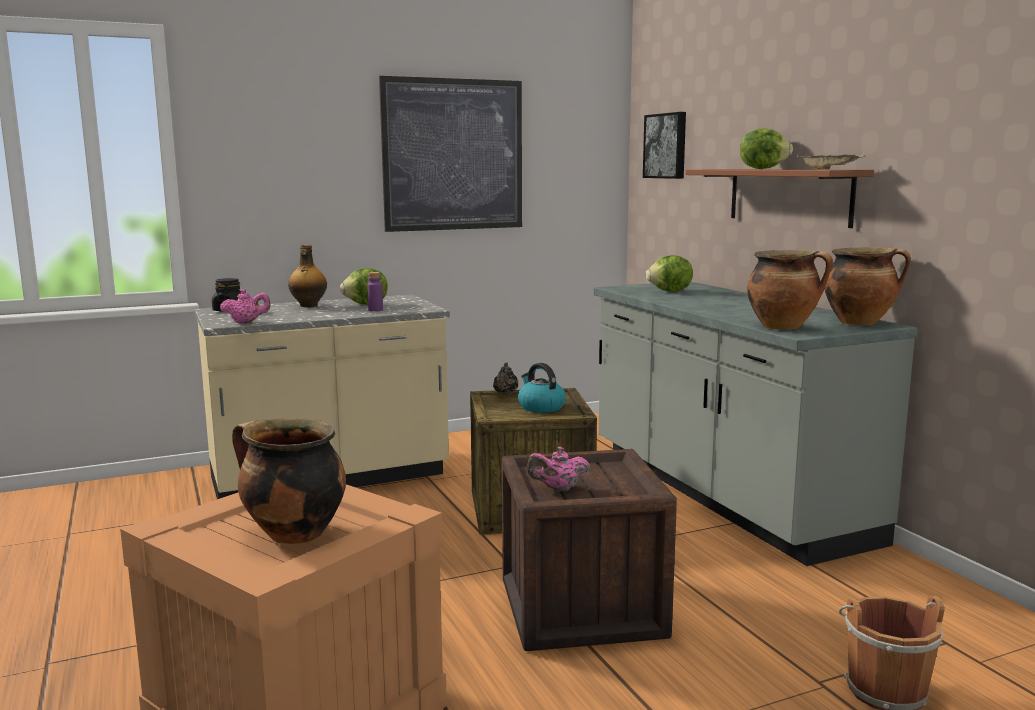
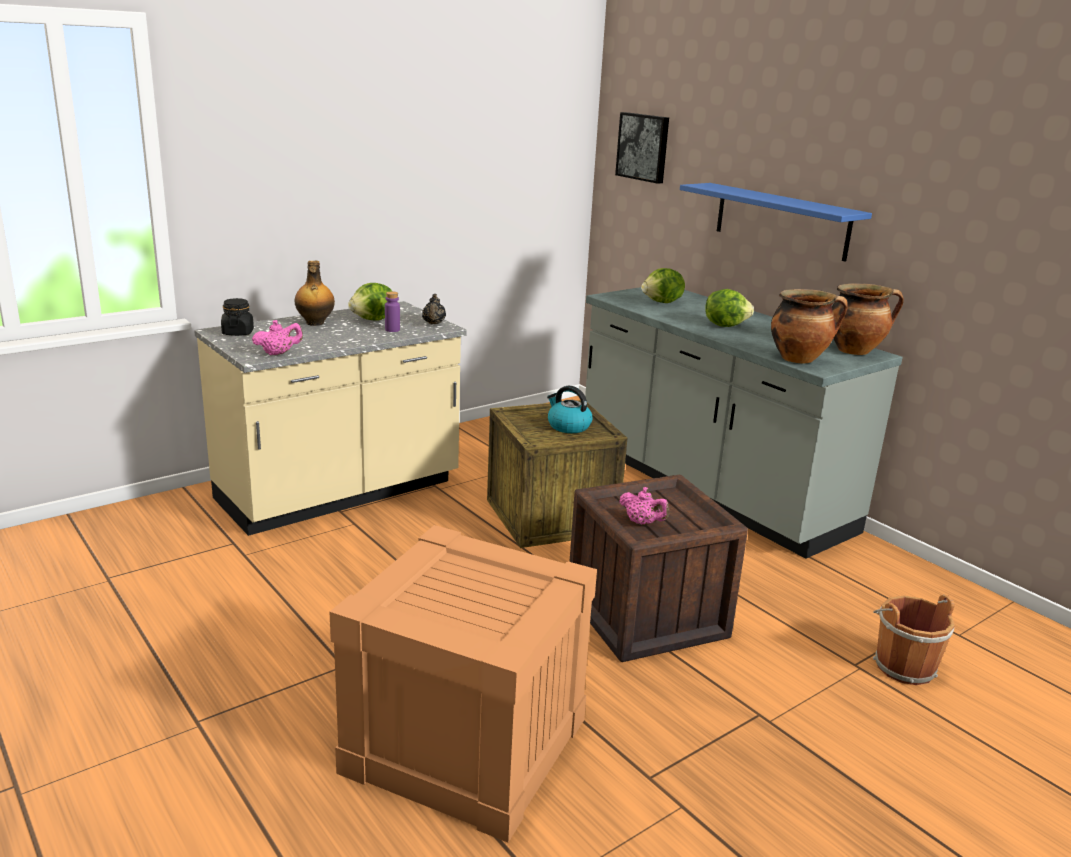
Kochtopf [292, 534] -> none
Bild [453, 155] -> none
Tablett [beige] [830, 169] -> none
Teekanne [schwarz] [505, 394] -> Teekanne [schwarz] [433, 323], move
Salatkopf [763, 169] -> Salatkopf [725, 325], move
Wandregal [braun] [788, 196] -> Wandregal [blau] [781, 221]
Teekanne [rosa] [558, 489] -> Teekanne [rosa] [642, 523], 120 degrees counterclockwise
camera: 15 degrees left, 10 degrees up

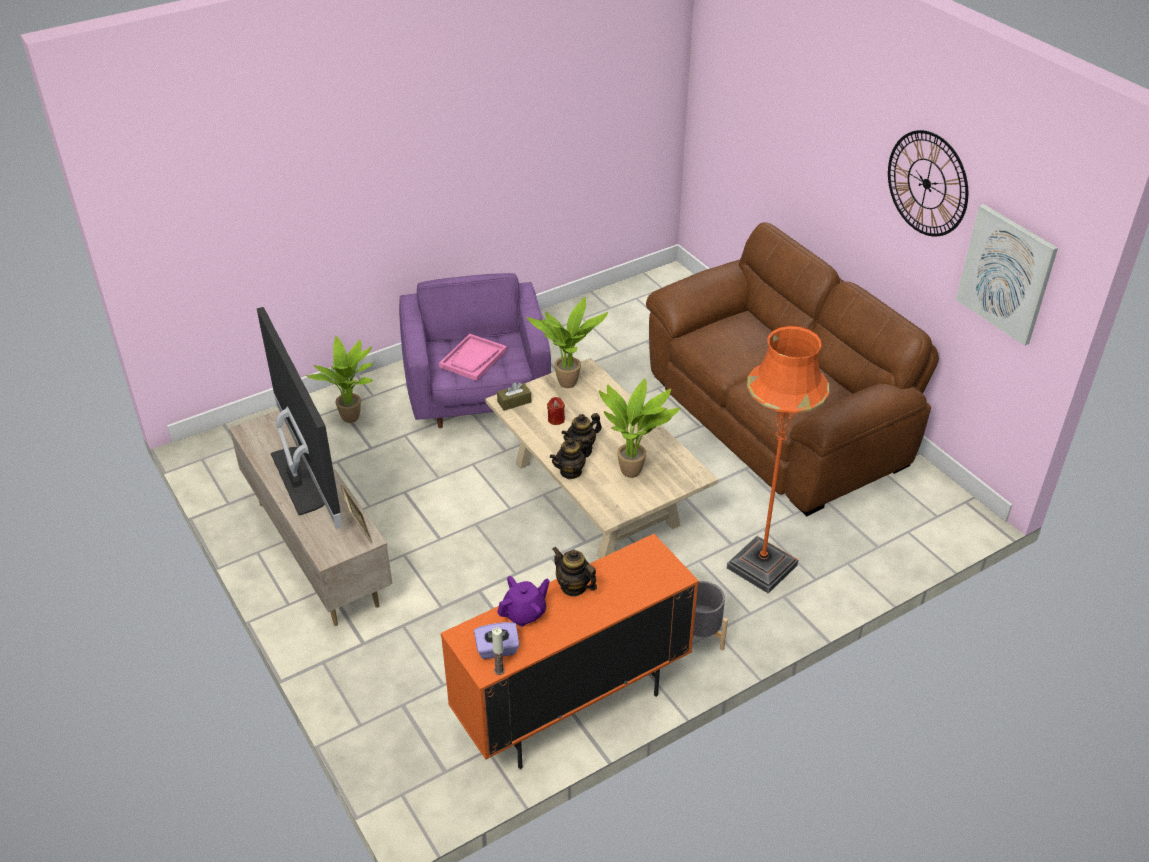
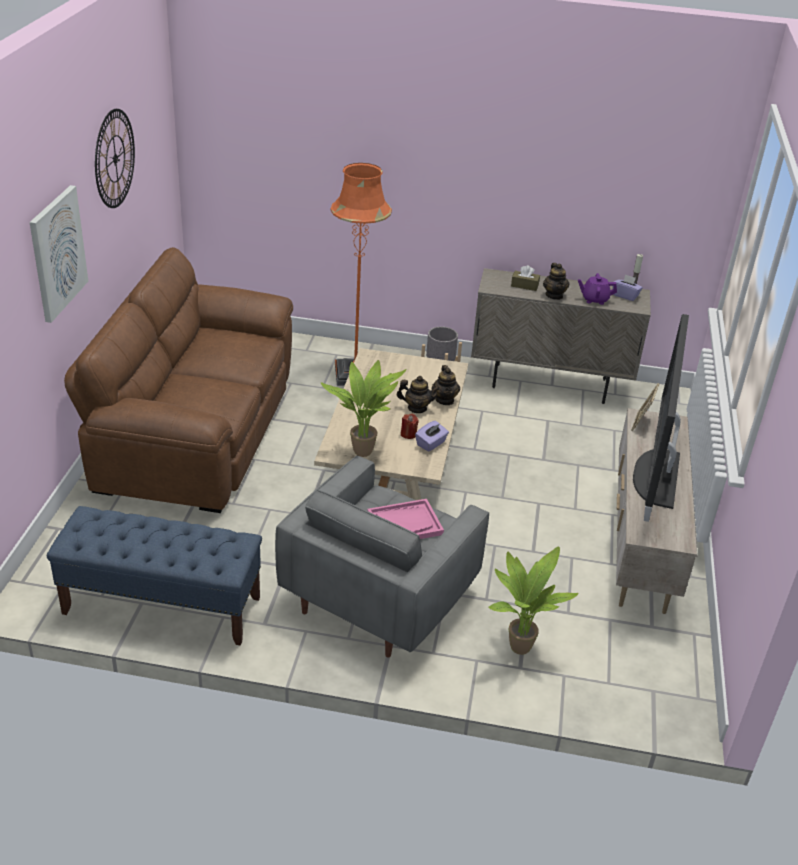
Topfpflanze [634, 471] -> none
none -> Bank [blau] [161, 605]
none -> Taschentuchbox [lila] [431, 444]
Taschentuchbox [braun] [514, 402] -> Taschentuchbox [braun] [524, 285], move
Bild [1006, 274] -> Bild [57, 253], move
Sessel [lila] [478, 395] -> Sessel [grau] [380, 594]
Schrank [orange] [572, 708] -> Schrank [beige] [549, 384]
Teekanne [571, 471] -> Teekanne [445, 400], 75 degrees clockwise
camera: 140 degrees left, 5 degrees down

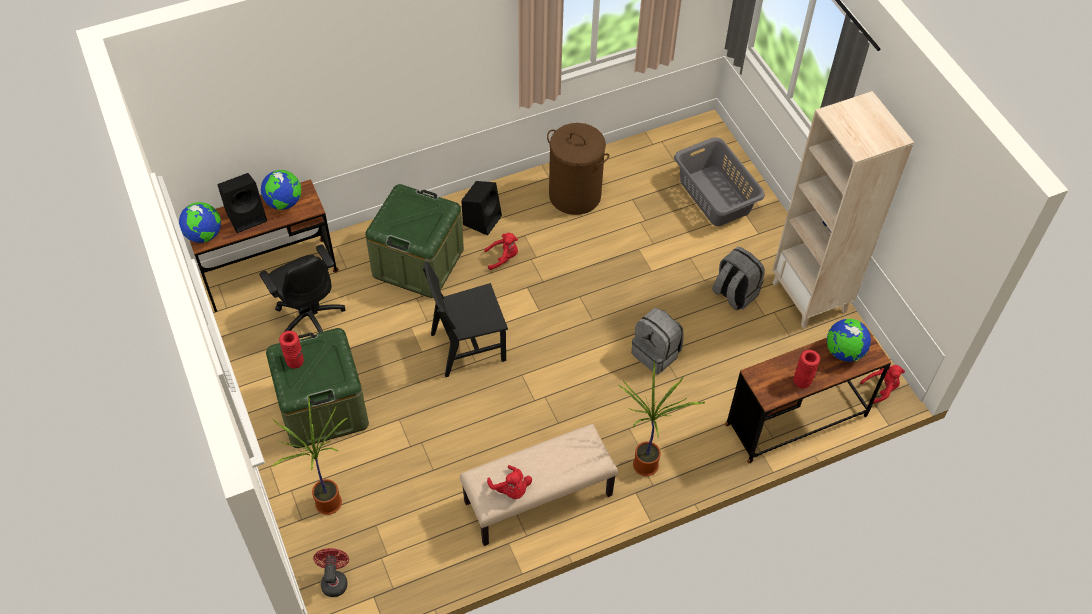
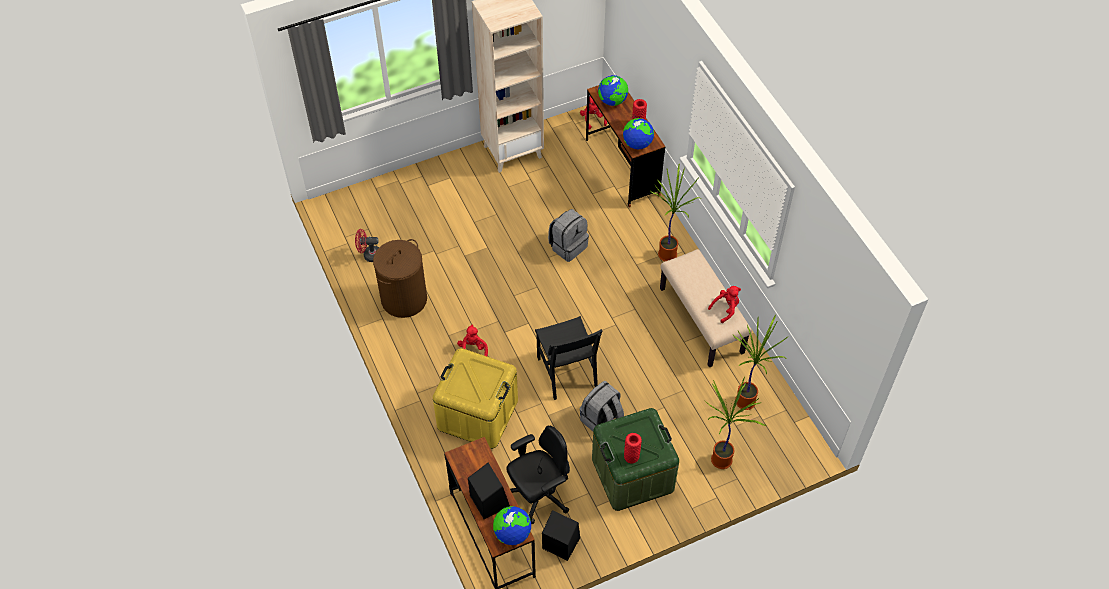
Wäschekorb [grau] [714, 196] -> none
none -> Topfpflanze [746, 401]
Globus [284, 202] -> Globus [637, 144], move
Ventilator [rot] [334, 580] -> Ventilator [rot] [369, 255], move
Lautsprecher [schwarz] [482, 219] -> Lautsprecher [schwarz] [560, 543], move
Rucksack [grau] [734, 294] -> Rucksack [grau] [601, 420], move
Aufbewahrungsbox [grün] [418, 262] -> Aufbewahrungsbox [gelb] [477, 414]
camera: 90 degrees left, 0 degrees up

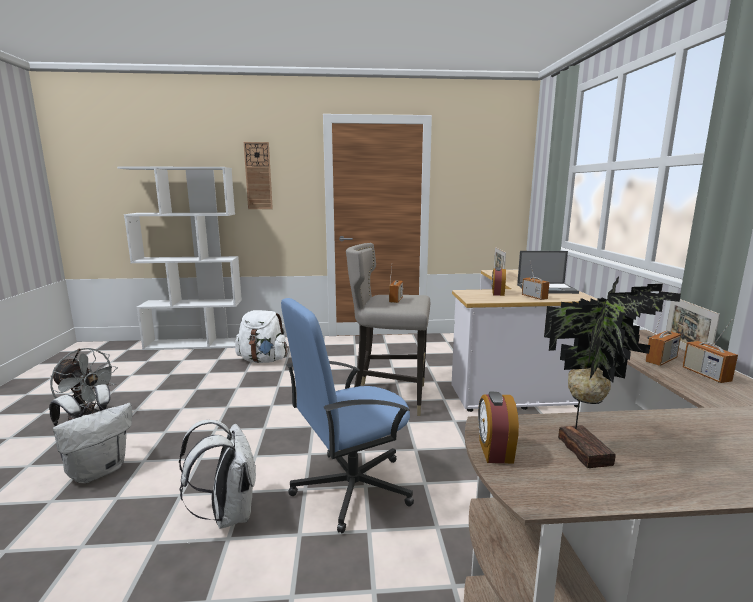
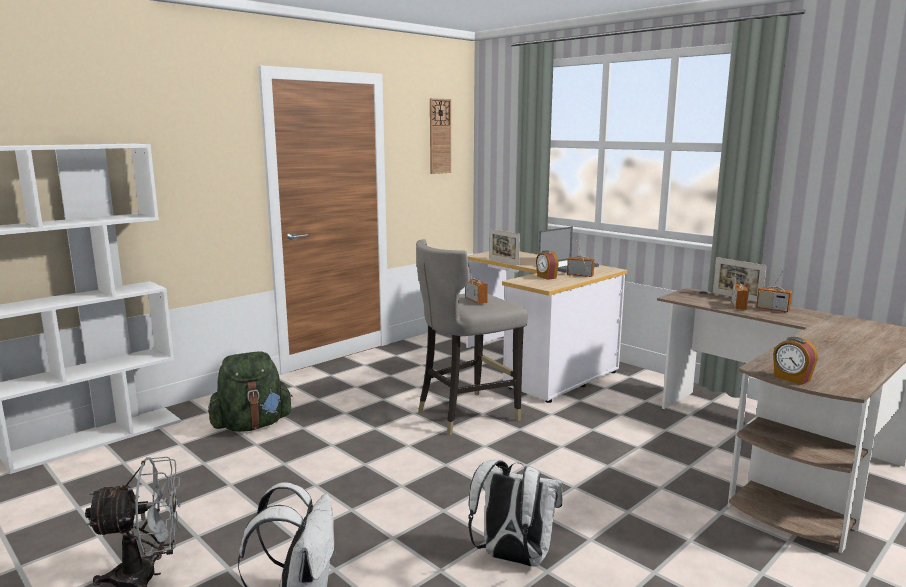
Bürostuhl [blau] [350, 487] -> none
Topfpflanze [587, 450] -> none
Wanduhr [258, 176] -> Wanduhr [439, 136], move
Rucksack [weiß] [263, 360] -> Rucksack [grün] [252, 425]
camera: 40 degrees left, 0 degrees up

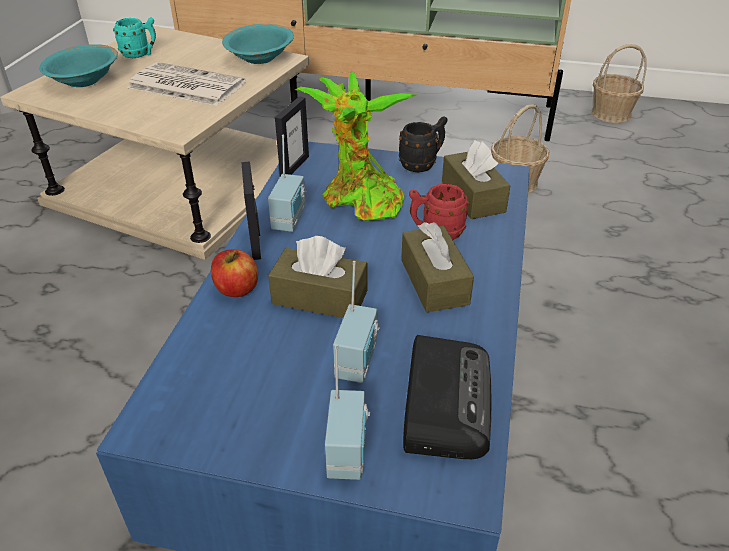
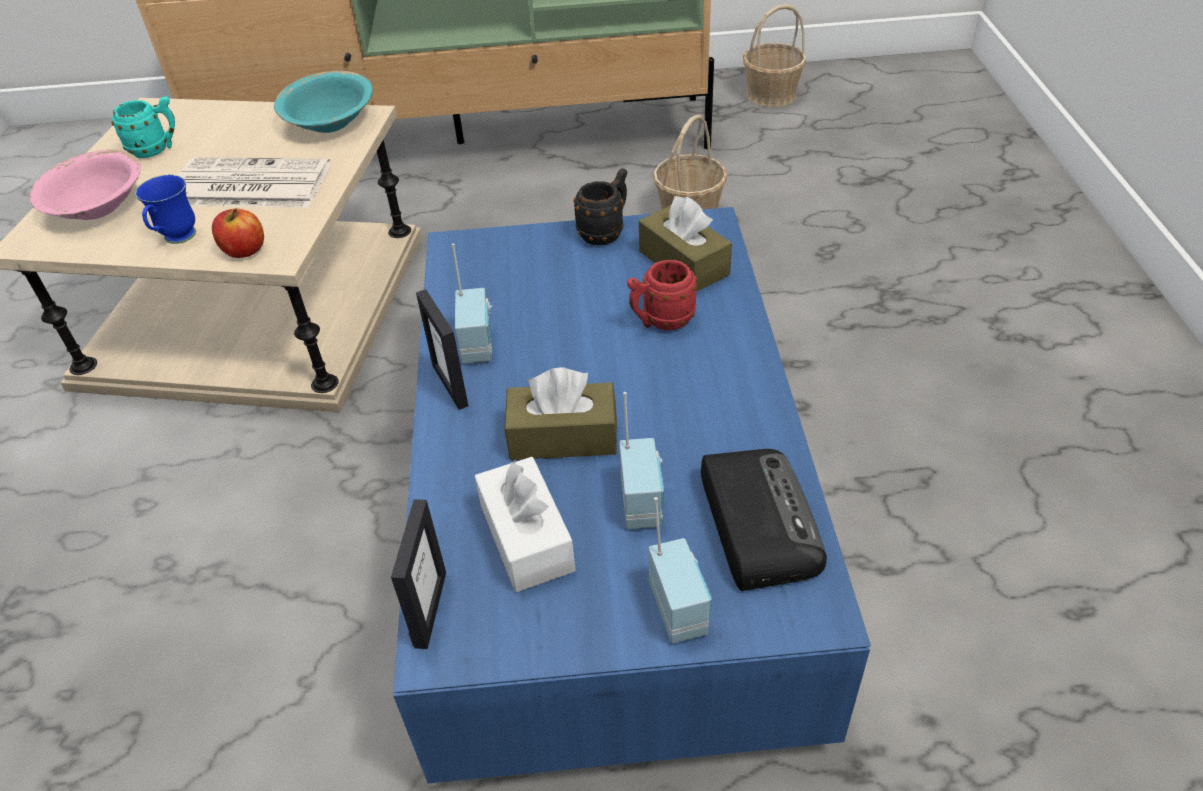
Topfpflanze [359, 201] -> none
Taschentuchbox [braun] [434, 282] -> none
none -> Henkelbecher [blau] [176, 240]
none -> Taschentuchbox [weiß] [526, 538]
Apfel [236, 289] -> Apfel [244, 250], move
Bilderrahmen [294, 167] -> Bilderrahmen [430, 609], move
Schüssel [türkis] [84, 81] -> Schüssel [rosa] [98, 207]
camera: 15 degrees left, 5 degrees up

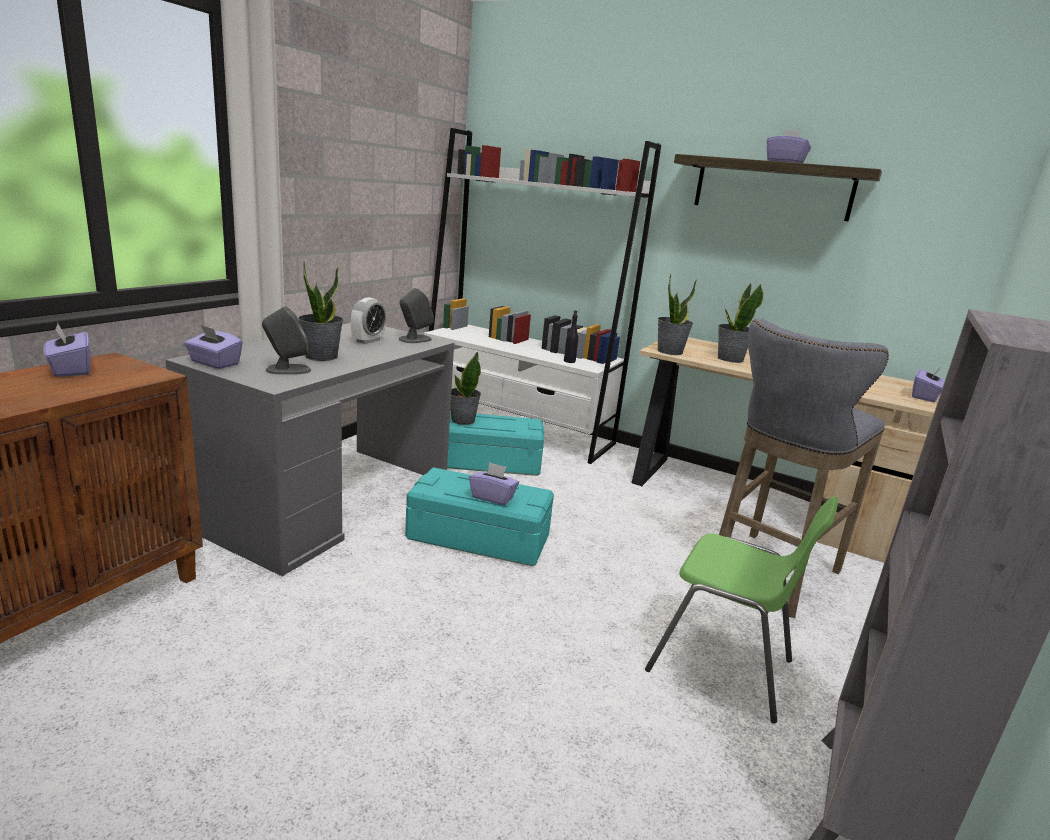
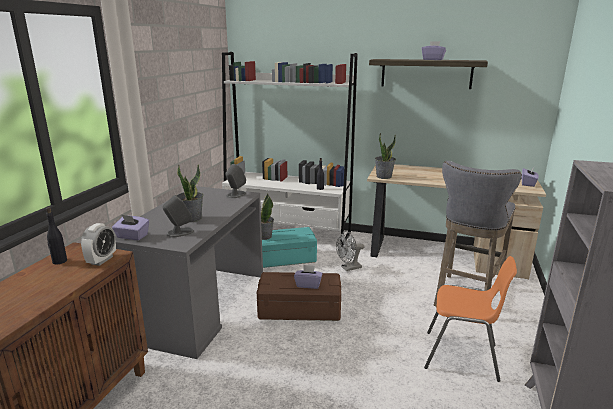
Topfpflanze [730, 359] -> none
none -> Ventilator [grau] [348, 268]
Wecker [368, 341] -> Wecker [102, 260], move
Taschentuchbox [lila] [70, 370] -> Flasche [schwarz] [59, 261]
Aufbewahrungsbox [türkis] [479, 537] -> Aufbewahrungsbox [braun] [300, 309]
Stuhl [grün] [721, 666] -> Stuhl [orange] [462, 356]
camera: 10 degrees left, 0 degrees up

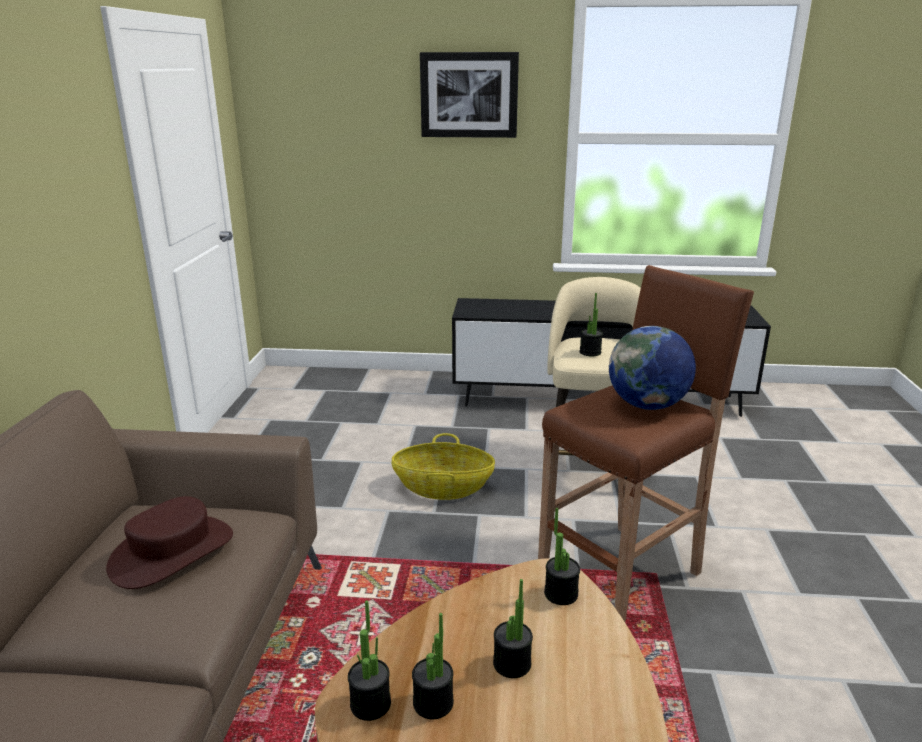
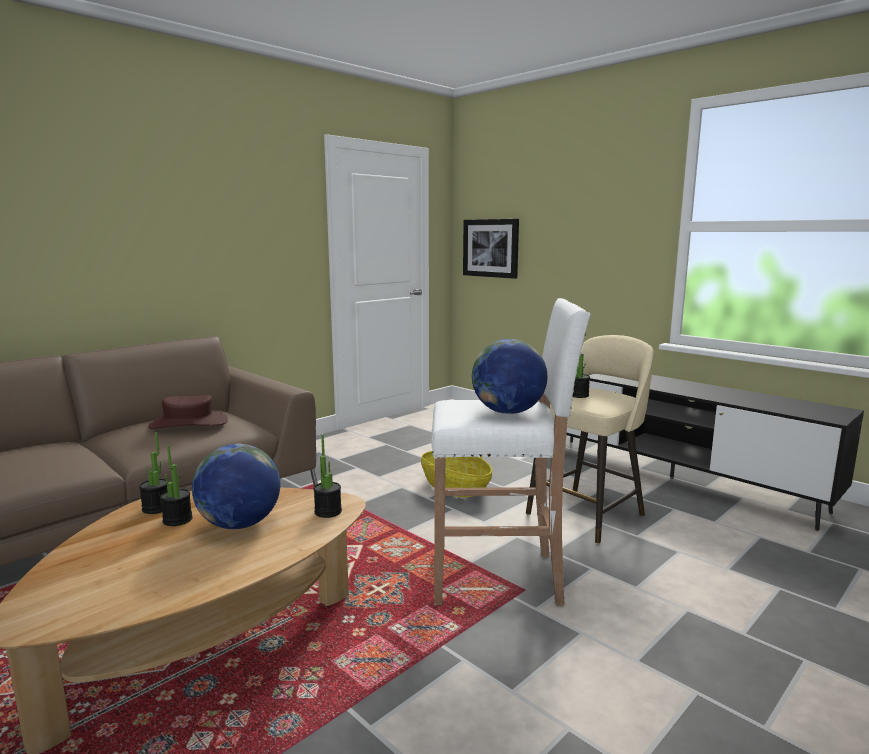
Bild [469, 95] -> Bild [490, 248], move
Topfpflanze [512, 664] -> Globus [239, 524]
Hocker [braun] [622, 573] -> Hocker [weiß] [499, 578]
camera: 40 degrees right, 10 degrees down

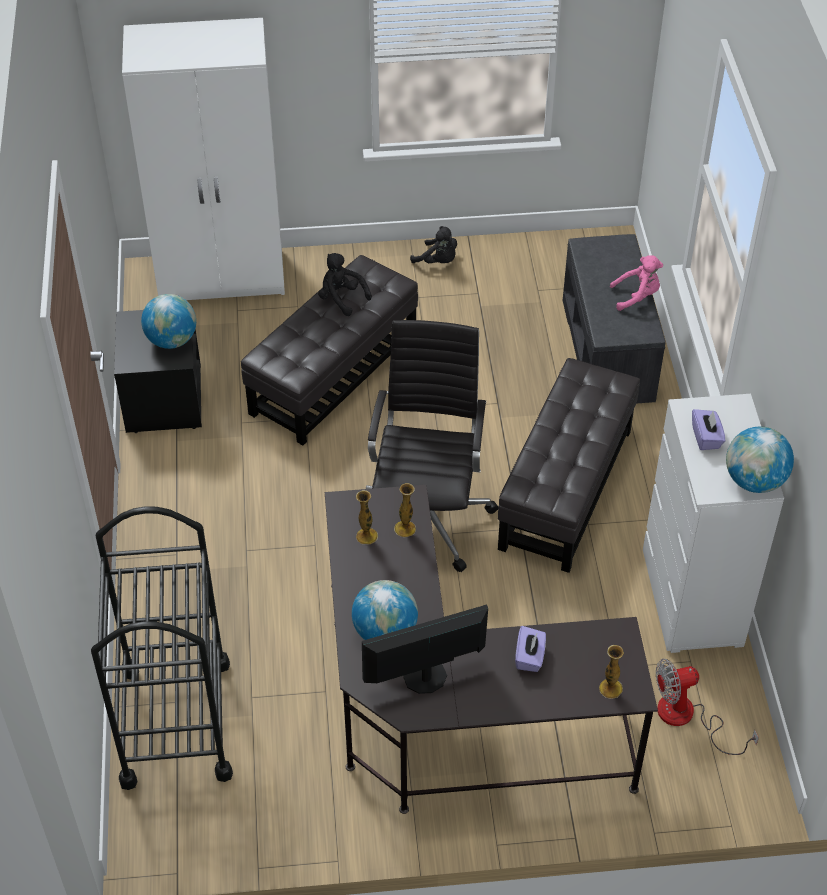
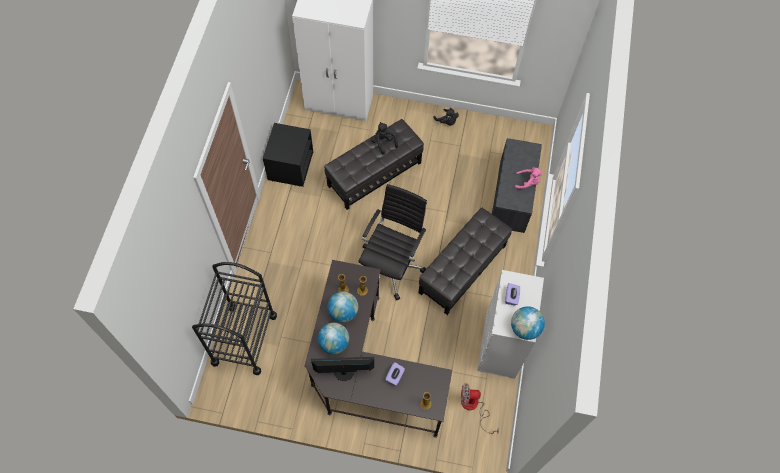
Globus [171, 340] -> Globus [343, 312], move
camera: 15 degrees right, 15 degrees up

